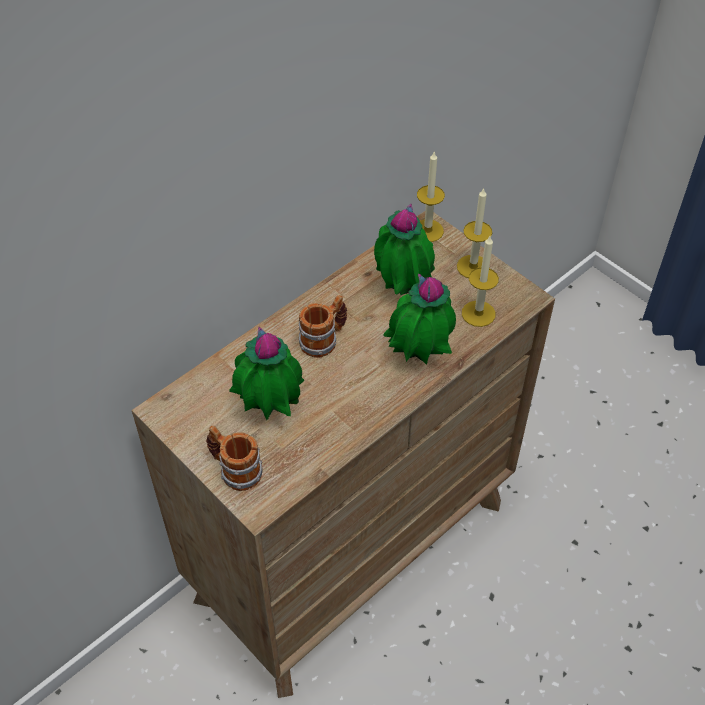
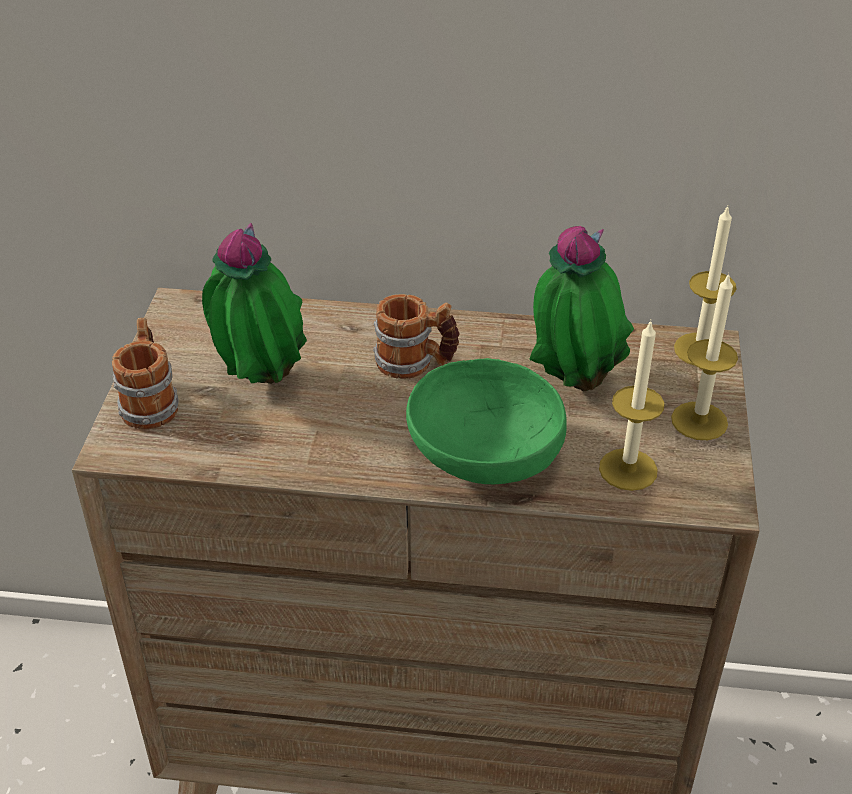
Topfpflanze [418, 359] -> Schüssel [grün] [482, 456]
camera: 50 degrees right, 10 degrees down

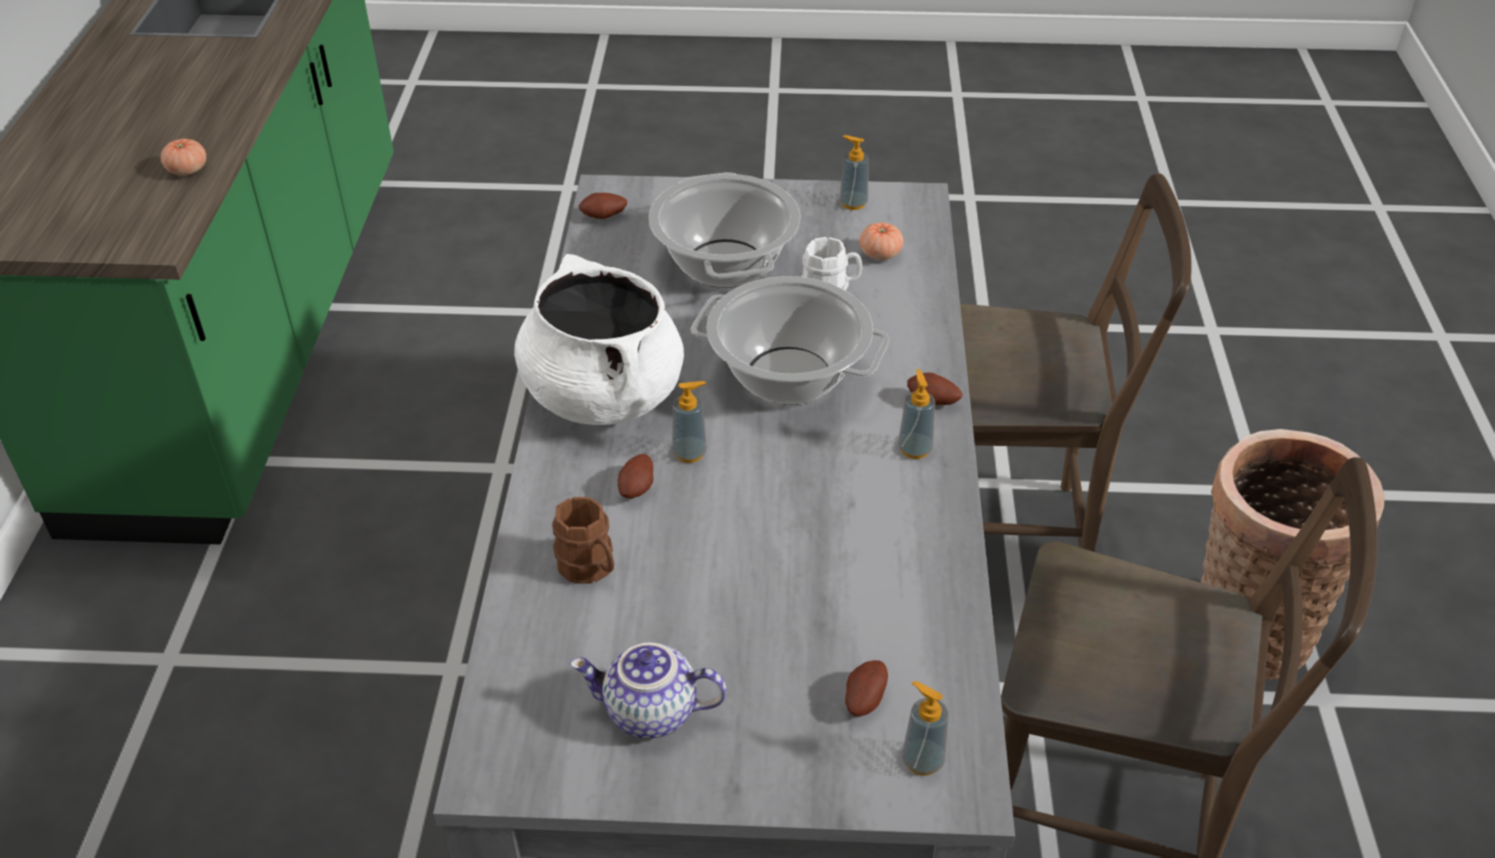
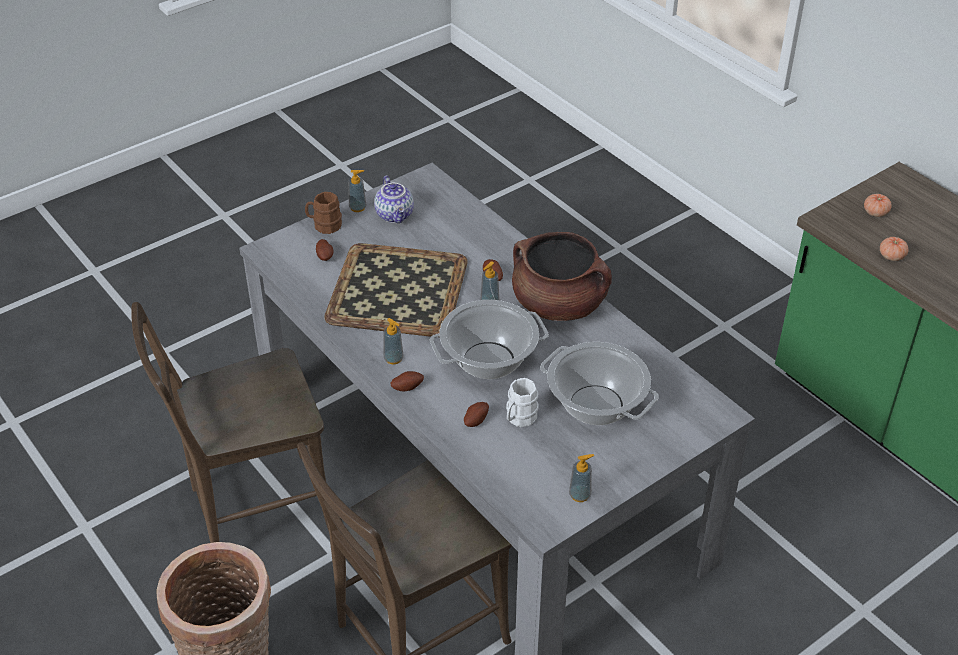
none -> Tablett [396, 289]
Henkelbecher [braun] [590, 569] -> Henkelbecher [braun] [324, 225], move
Kartoffel [604, 217] -> Kartoffel [475, 420], move
Tomate [880, 254] -> Tomate [875, 212], move
Seifenspender [922, 760] -> Seifenspender [358, 208], move
Kochtopf [weiß] [602, 395] -> Kochtopf [braun] [559, 304]
Teekanne [649, 714] -> Teekanne [395, 215], 105 degrees clockwise
camera: 140 degrees right, 0 degrees up

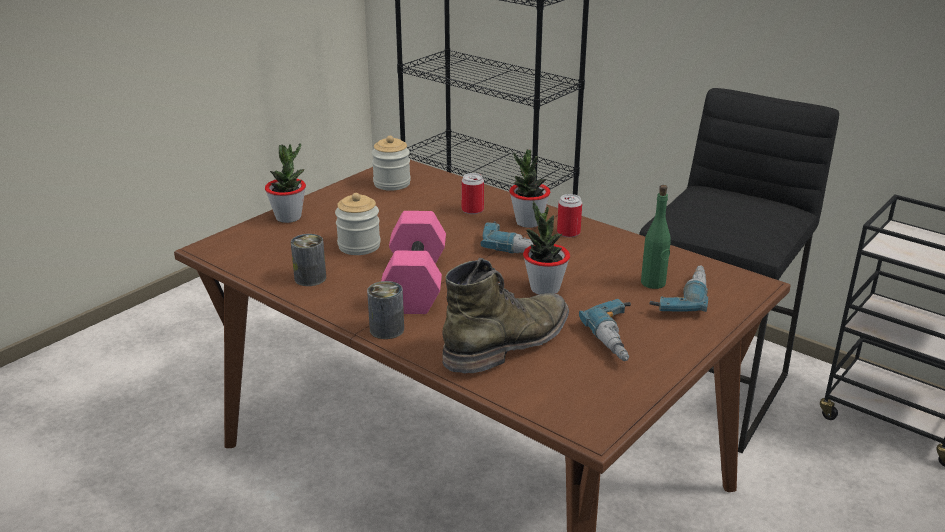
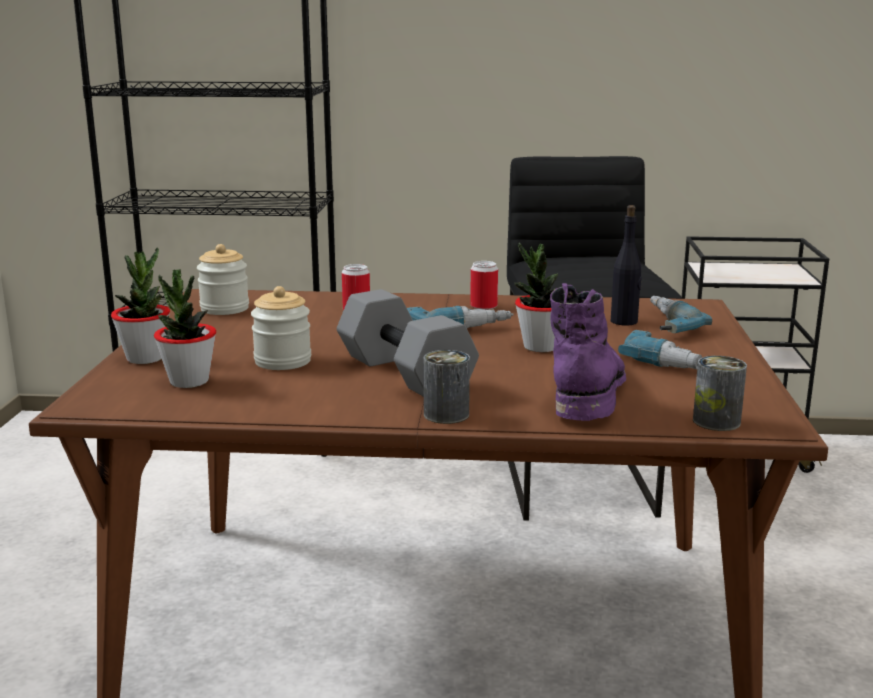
Dose [310, 278] -> Dose [716, 421], move
Topfpflanze [528, 222] -> Topfpflanze [189, 381], move
Hantel [rosa] [413, 283] -> Hantel [grau] [402, 374]
Stiefel [grün] [509, 342] -> Stiefel [lila] [586, 390]
Flasche [grün] [653, 283] -> Flasche [schwarz] [624, 321]
camera: 35 degrees left, 10 degrees down

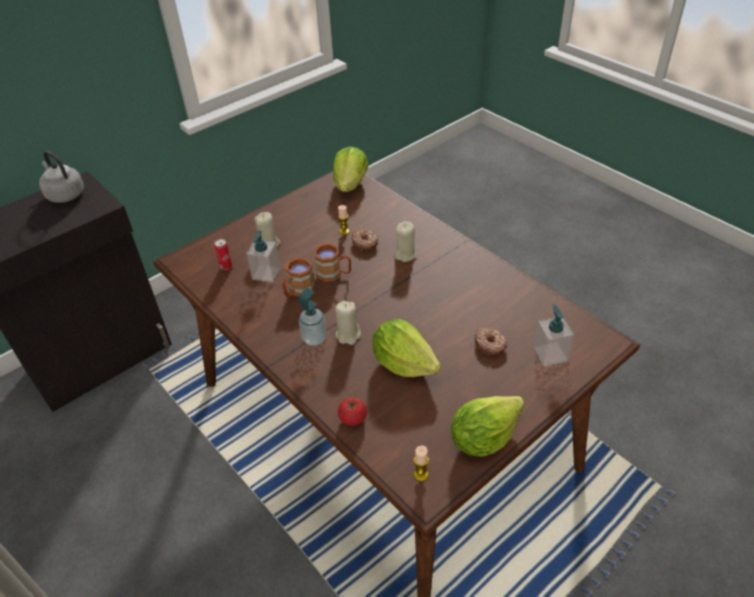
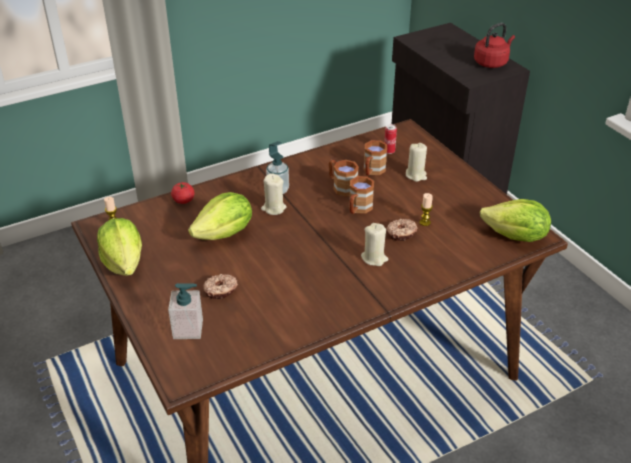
Seifenspender [266, 273] -> Henkelbecher [braun] [372, 171]
Wasserkessel [grau] [65, 194] -> Wasserkessel [rot] [492, 63]
camera: 100 degrees right, 5 degrees down

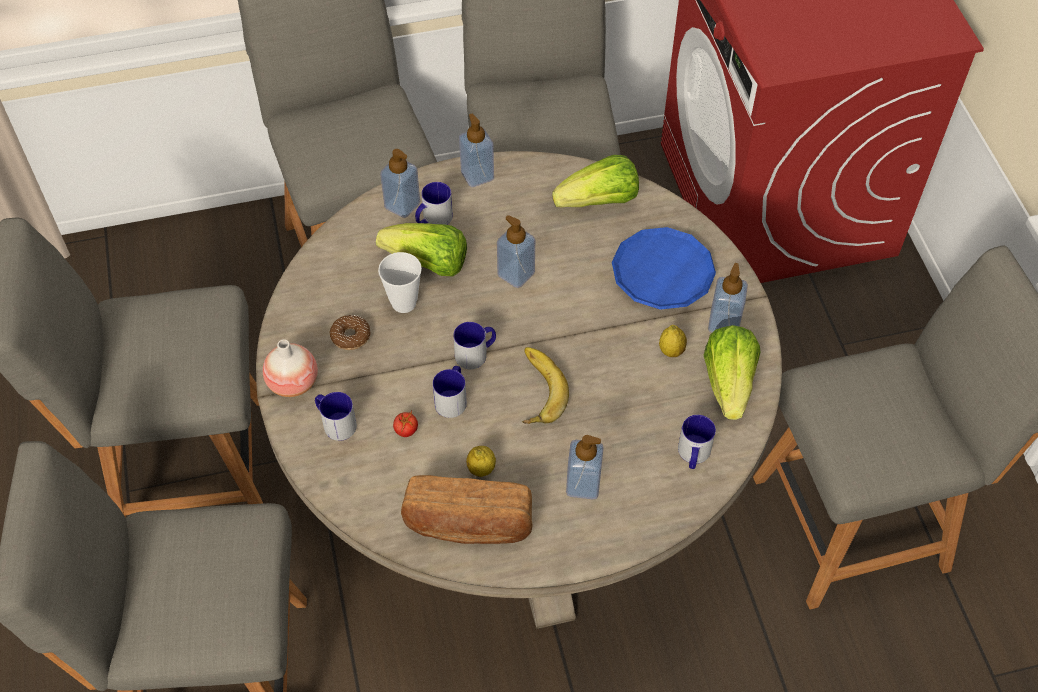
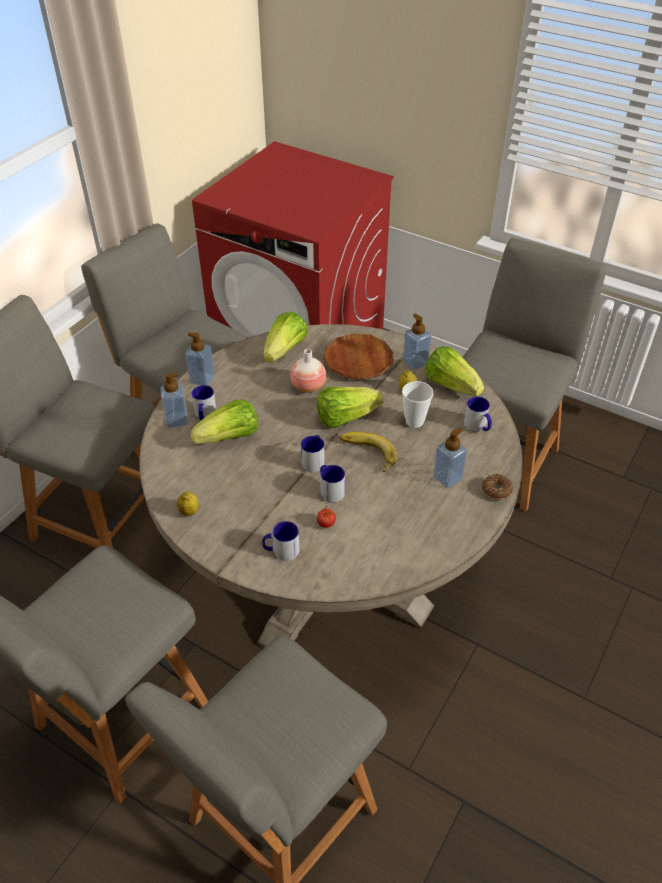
Brot [468, 524] -> none
Seifenspender [516, 274] -> none
none -> Salatkopf [345, 417]
Vase [293, 383] -> Vase [308, 386], move
Donut [351, 336] -> Donut [496, 490], move
Tasse [404, 303] -> Tasse [414, 421], move
Zitrone [481, 469] -> Zitrone [189, 511], move
Teller [blau] [662, 273] -> Teller [braun] [358, 361]
camera: 45 degrees left, 10 degrees down

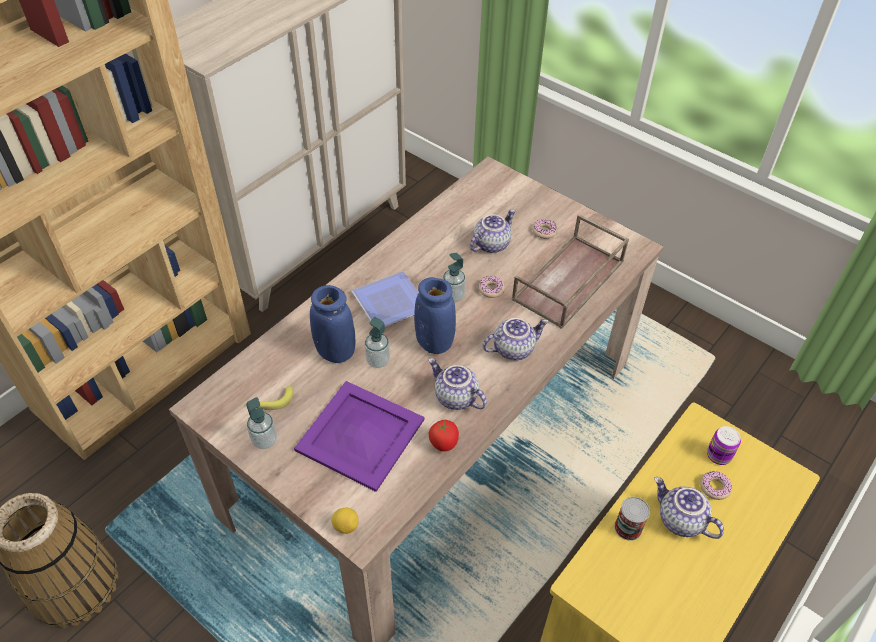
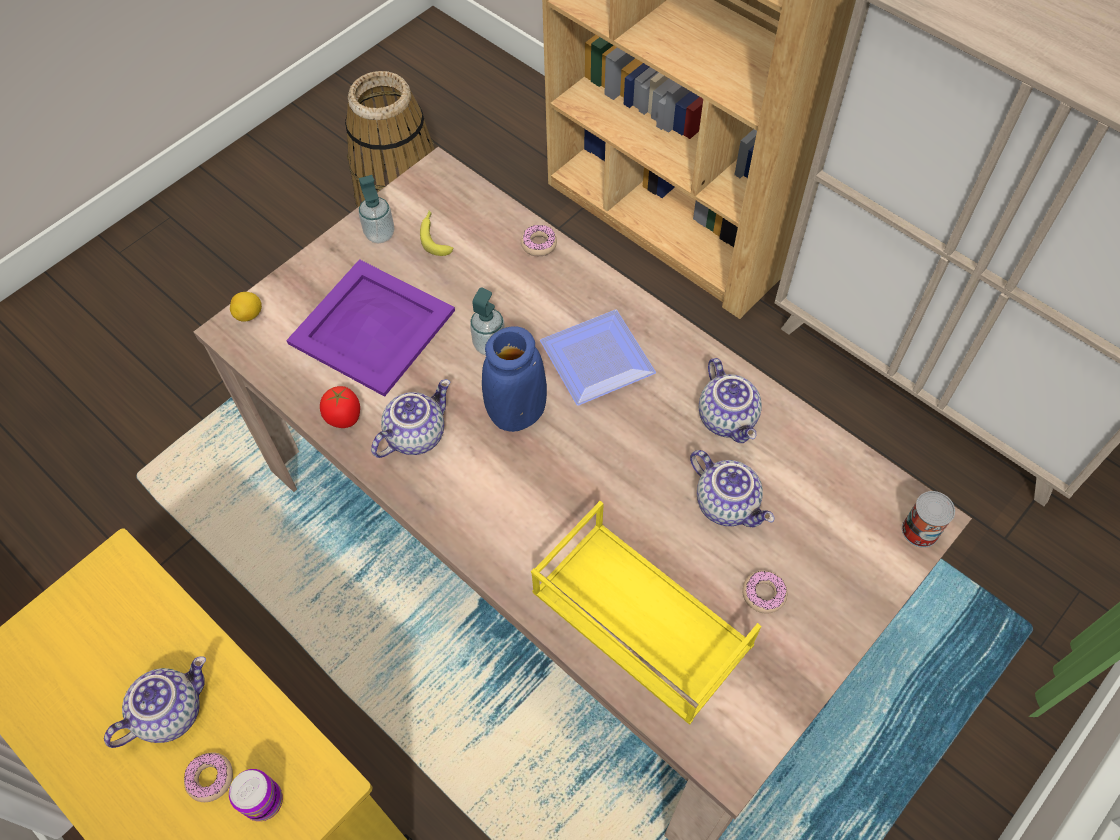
Vase [blau] [335, 351] -> none
Seifenspender [453, 296] -> none
Donut [491, 289] -> Donut [539, 244], move
Teekanne [513, 348] -> Teekanne [728, 418], move
Dose [628, 527] -> Dose [920, 530], move
Tablett [braun] [569, 282] -> Tablett [gelb] [638, 619]
camera: 95 degrees right, 10 degrees up

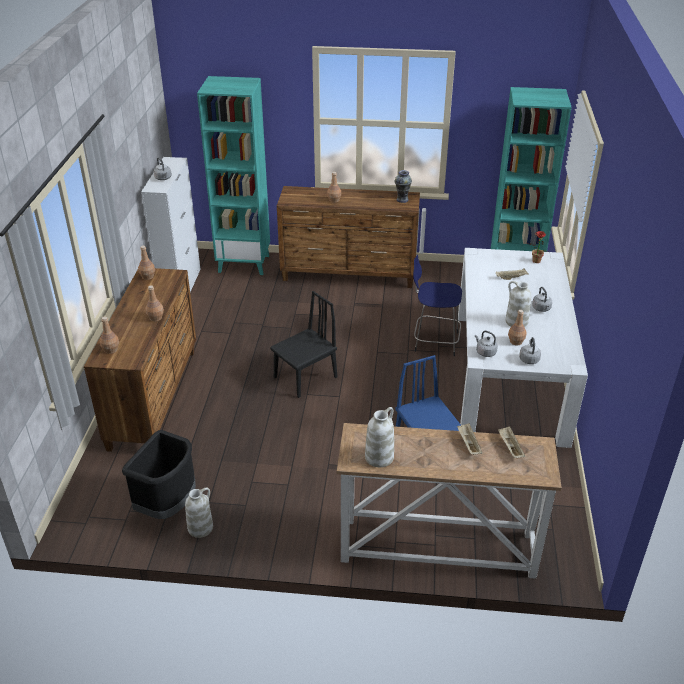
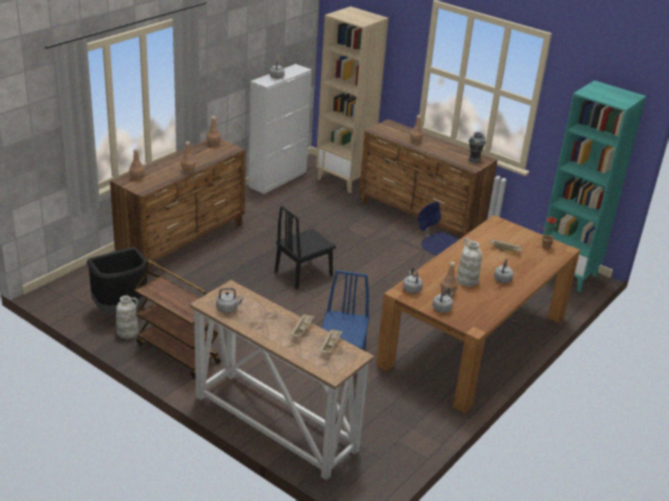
none -> Rollwagen [braun] [177, 353]
Vase [weiß] [379, 457] -> Wasserkessel [grau] [228, 309]
Bücherregal [türkis] [244, 263] -> Bücherregal [beige] [344, 180]
Esstisch [weiß] [509, 374] -> Esstisch [braun] [474, 340]
Stuhl [schwarz] [305, 377] -> Stuhl [schwarz] [303, 273], 150 degrees clockwise
camera: 30 degrees right, 5 degrees down

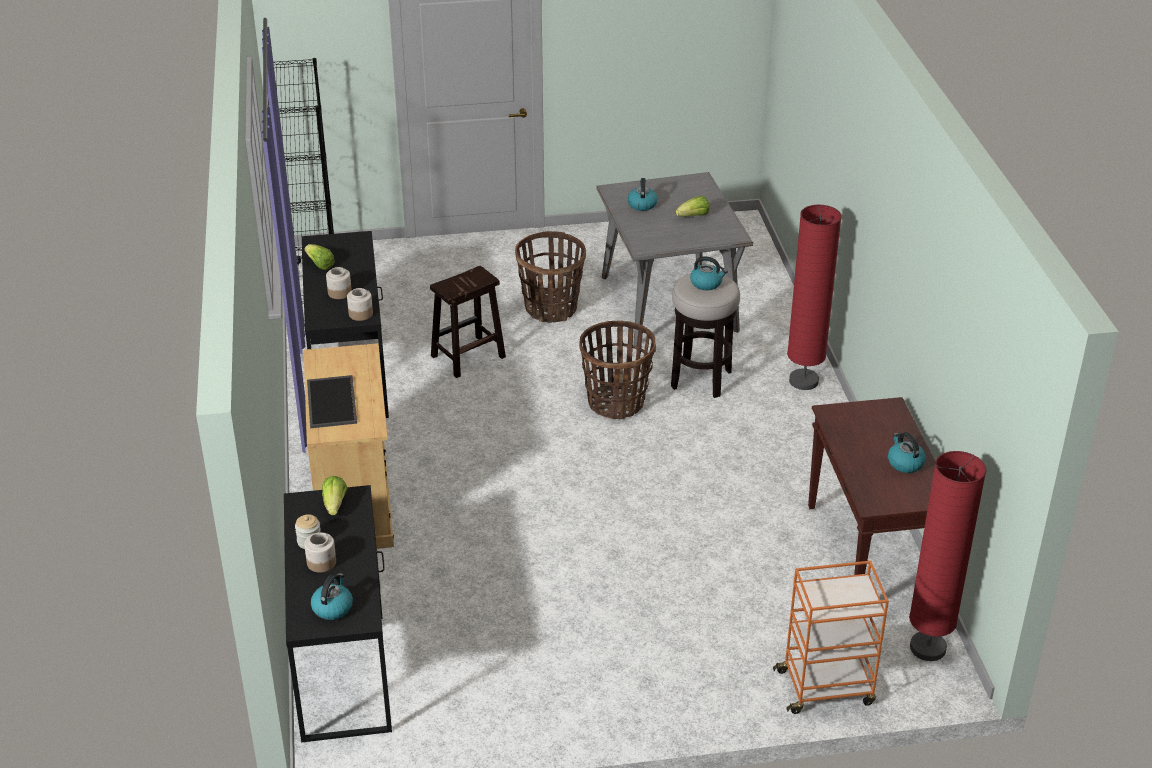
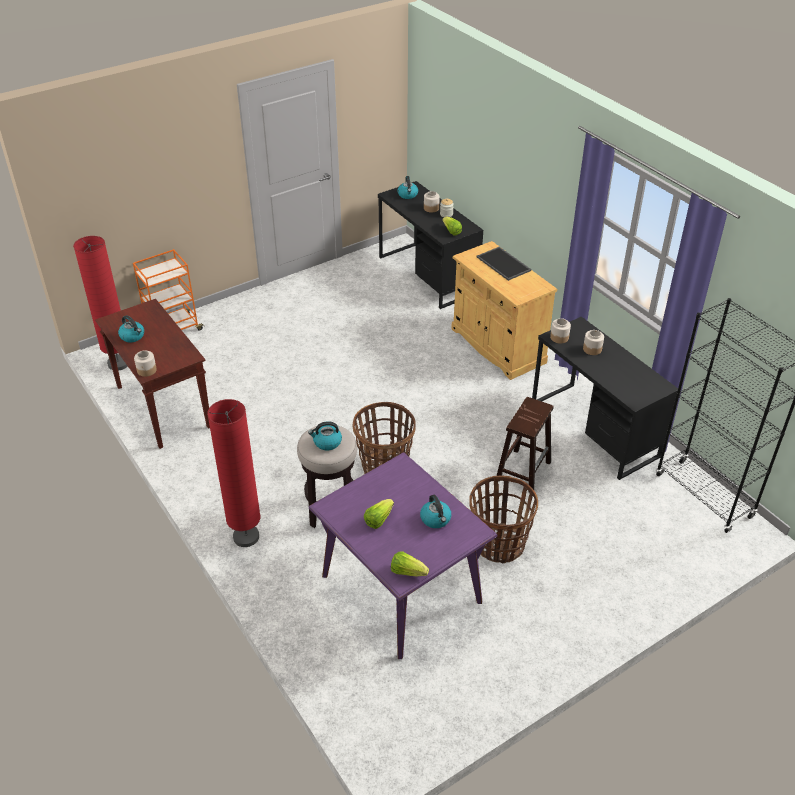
none -> Vorratsglas [147, 370]
Salatkopf [319, 264] -> Salatkopf [407, 571], move
Esstisch [grau] [669, 304] -> Esstisch [lila] [400, 588]
camera: 155 degrees right, 5 degrees up

